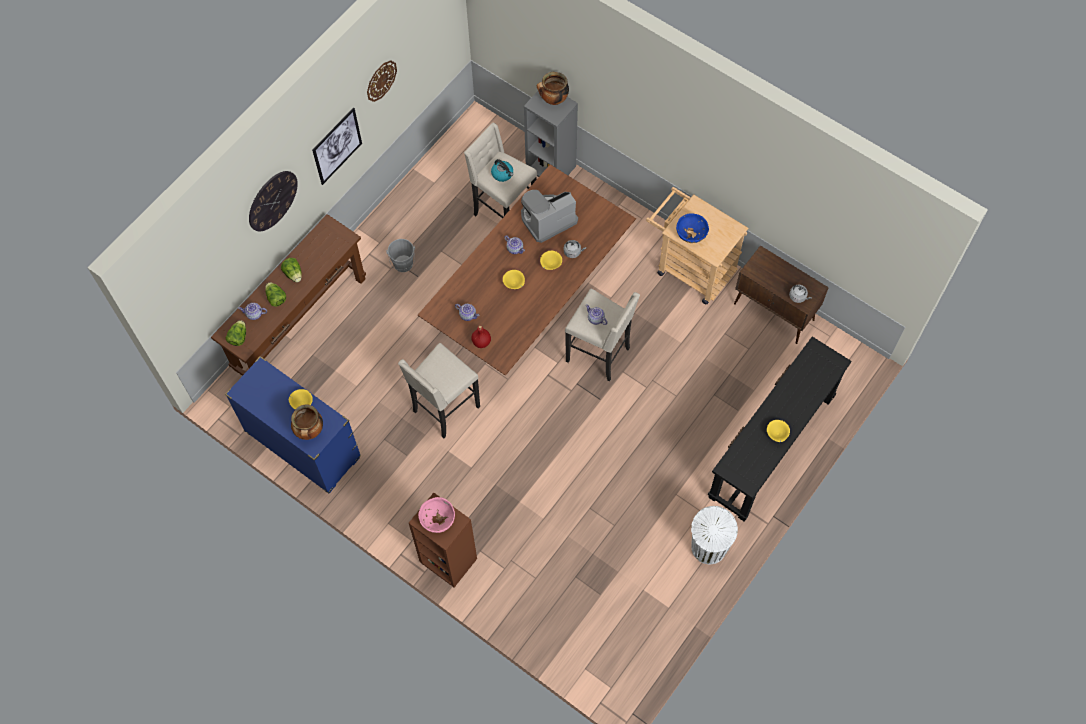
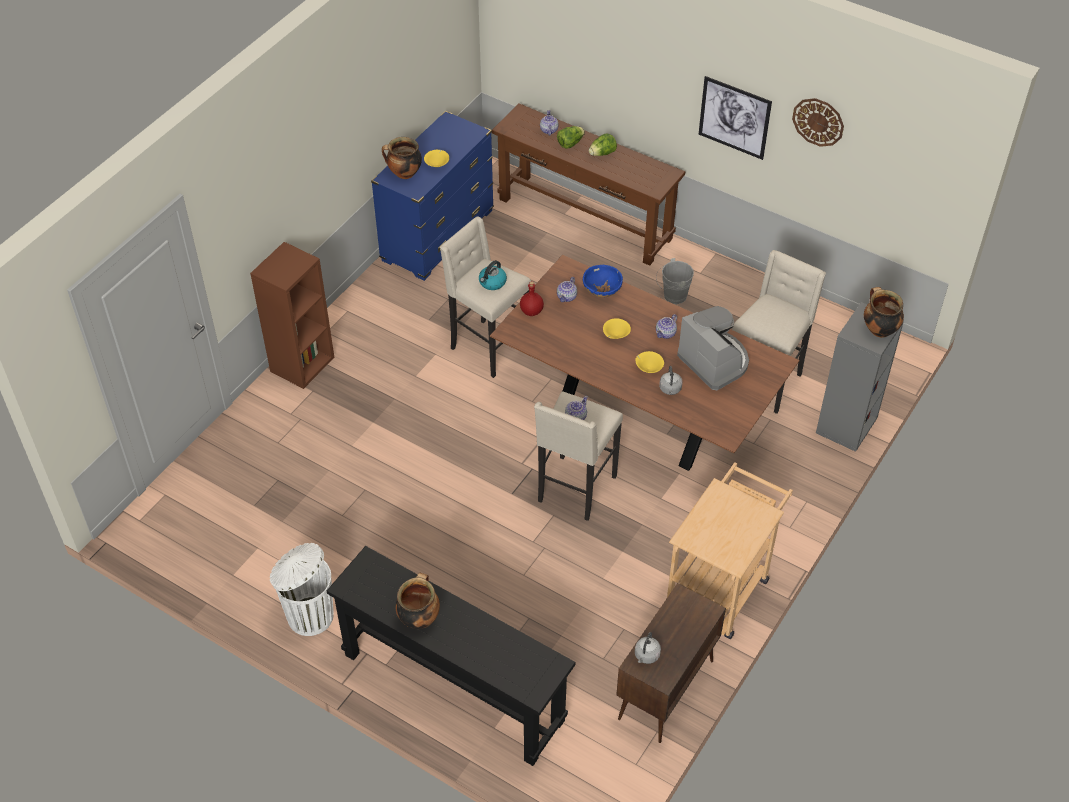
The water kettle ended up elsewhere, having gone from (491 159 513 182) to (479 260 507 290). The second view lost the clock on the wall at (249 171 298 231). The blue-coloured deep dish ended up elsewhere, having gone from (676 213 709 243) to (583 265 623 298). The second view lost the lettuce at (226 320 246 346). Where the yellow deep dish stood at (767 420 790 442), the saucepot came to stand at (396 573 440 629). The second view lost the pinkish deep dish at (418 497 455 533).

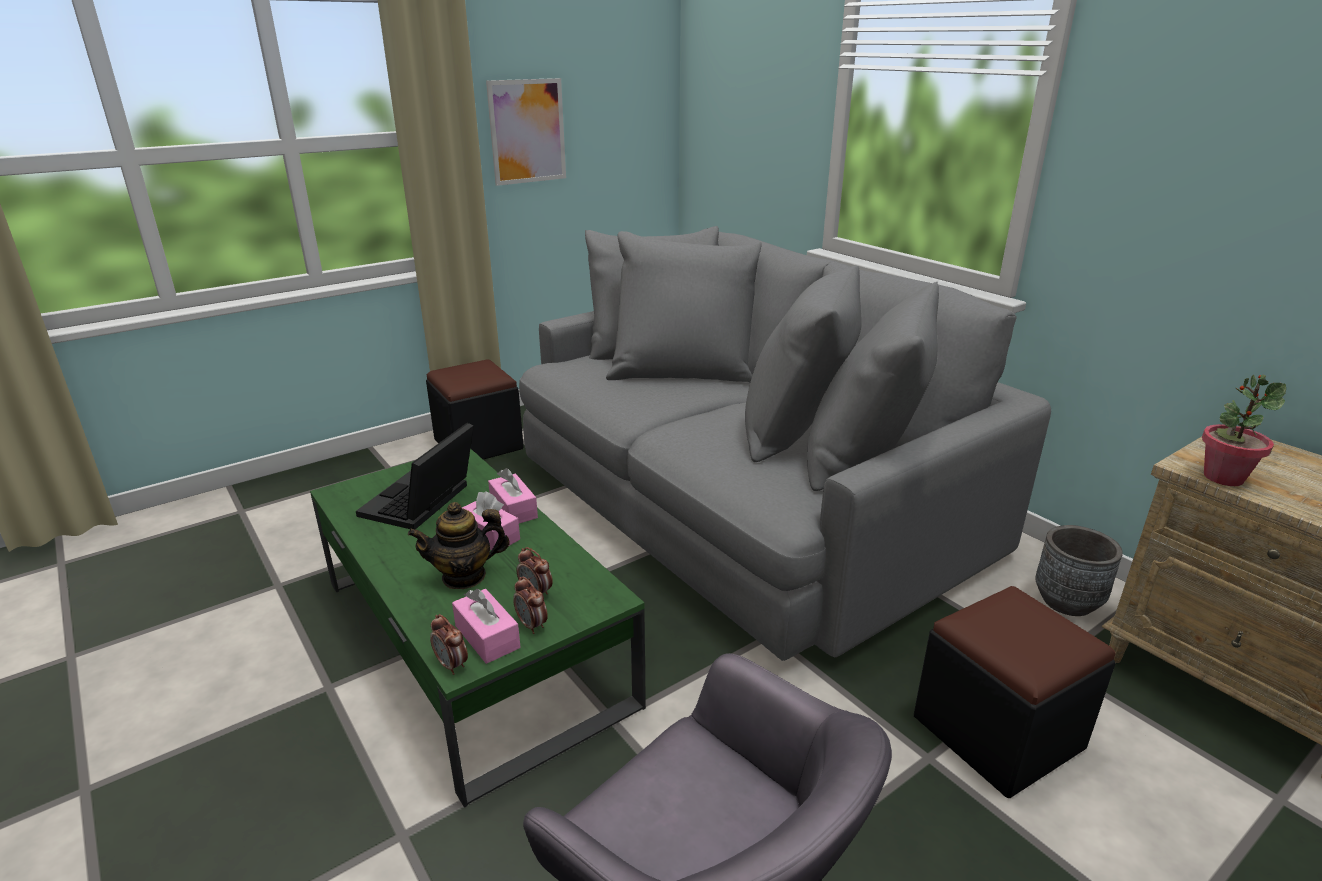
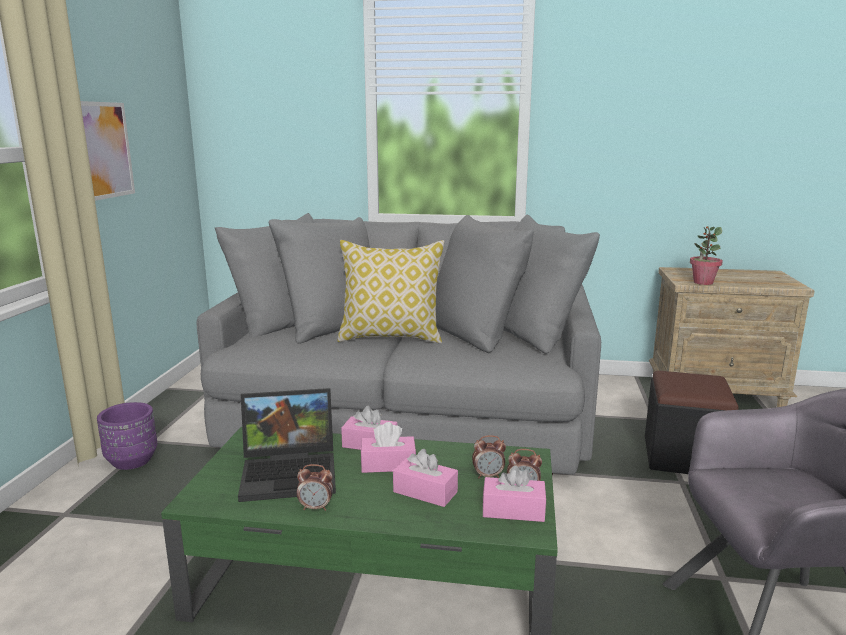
Where the blackish footrest stood at (426 360 524 460), the purple-coloured plant pot came to stand at (97 402 157 470). The laptop at (356 423 474 529) ended up facing another way, 75 degrees counterclockwise from before. Where the tea pot stood at (408 502 510 589), the pinkish box of tissues came to stand at (393 449 458 507). The second view lost the greyish plant pot at (1035 525 1123 616). The table clock ended up elsewhere, having gone from (430 614 468 675) to (297 464 333 511). The second view gained the throw pillow at (338 240 444 343).

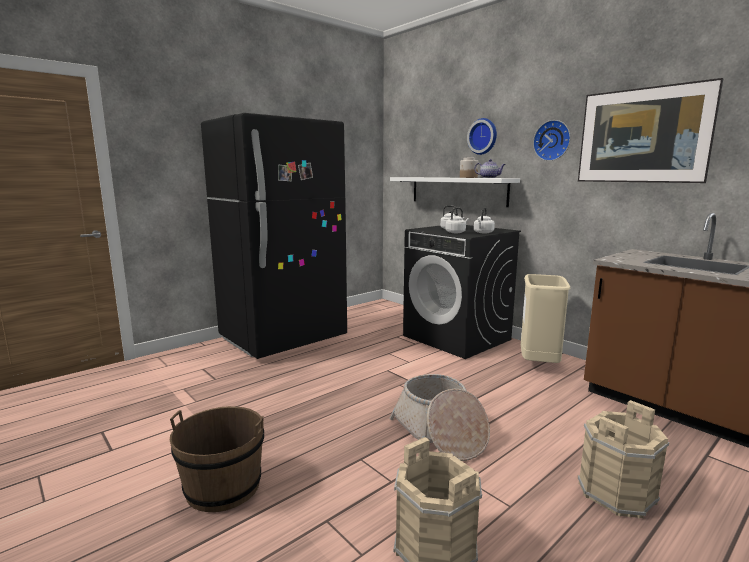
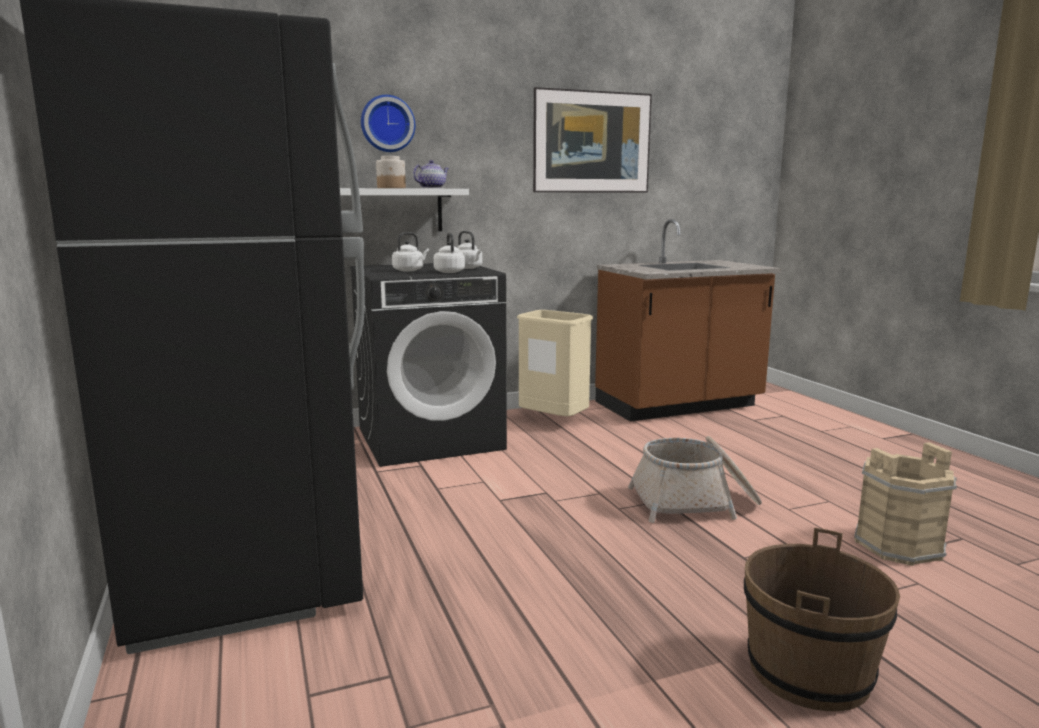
The second view lost the clock on the wall at (533 120 571 161). The second view lost the sand-coloured pail at (578 400 669 518).

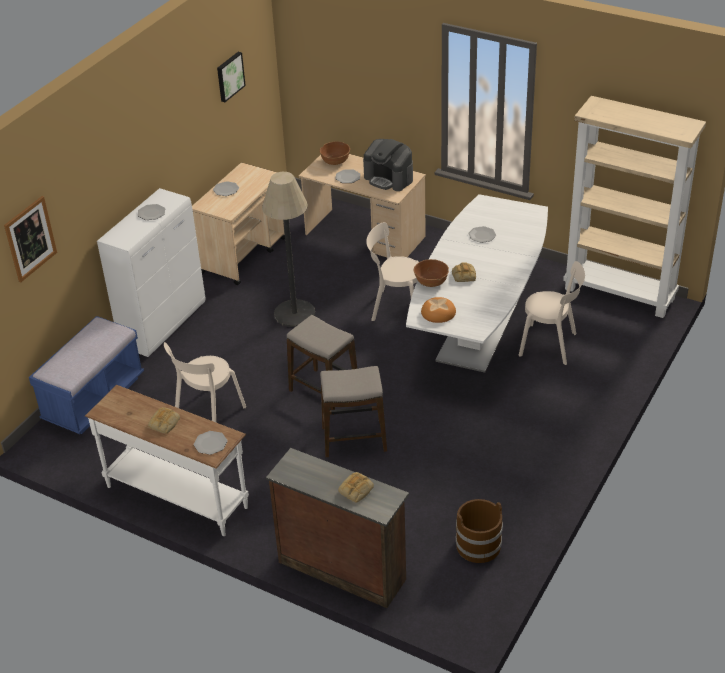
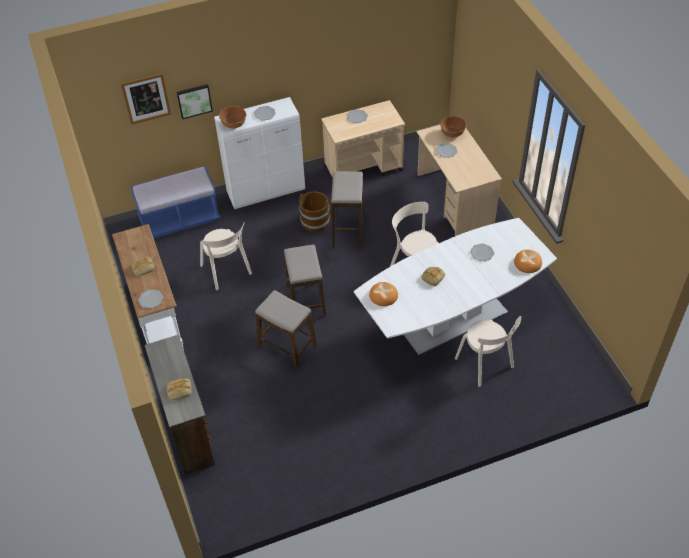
The picture ended up elsewhere, having gone from (217 52 246 102) to (176 84 213 119). The second view lost the sand-coloured bookshelf at (563 96 706 318). The second view lost the coffee maker at (363 139 413 191). Where the standard lamp stood at (262 172 315 327), the stool came to stand at (331 171 364 248). The brown deep dish ended up elsewhere, having gone from (414 259 449 287) to (219 106 246 129). The sand-coloured chair at (164 342 246 422) ended up facing another way, 105 degrees counterclockwise from before. The brown pail ended up elsewhere, having gone from (456 499 503 563) to (299 192 330 232). The second view gained the baked bread at (514 250 542 273).

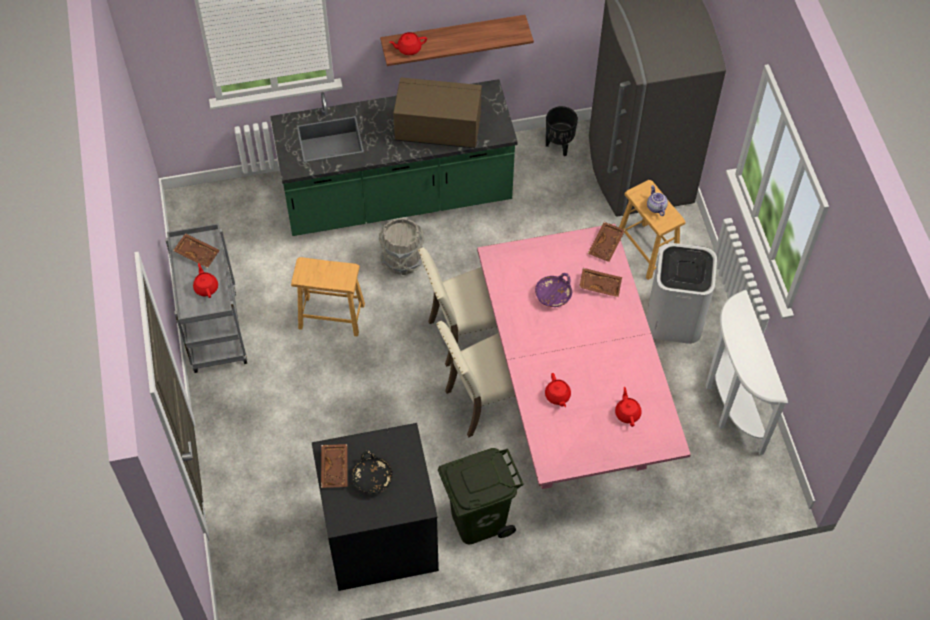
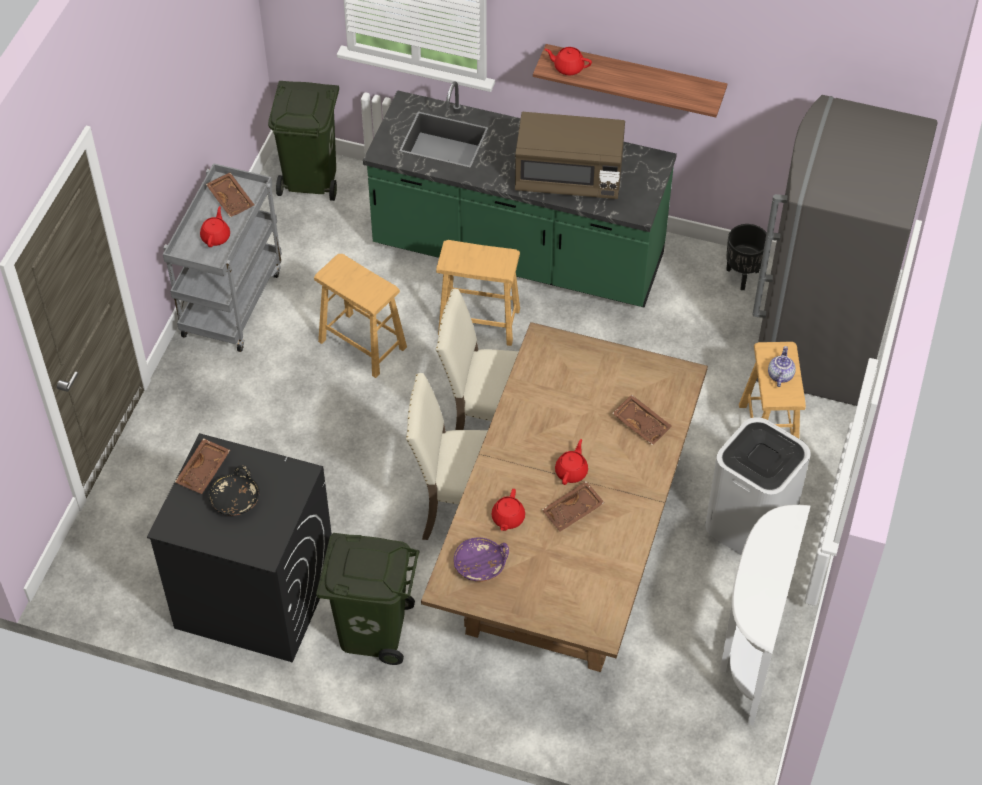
The brown microwave oven at (393 77 482 148) ended up facing another way, 150 degrees clockwise from before. Where the greyish pail stood at (379 218 425 275), the brown stool came to stand at (436 240 520 346). The brown carrying tray ended up elsewhere, having gone from (588 222 625 262) to (542 481 604 531). What was the pinkish dining table at (477 224 691 489) turned into the brown dining table at (421 322 708 672). The purple-coloured deep dish ended up elsewhere, having gone from (535 273 572 307) to (454 537 509 582). The red tea pot ended up elsewhere, having gone from (615 387 642 427) to (555 439 588 485). The second view gained the green-coloured rubbish bin at (268 81 339 201).

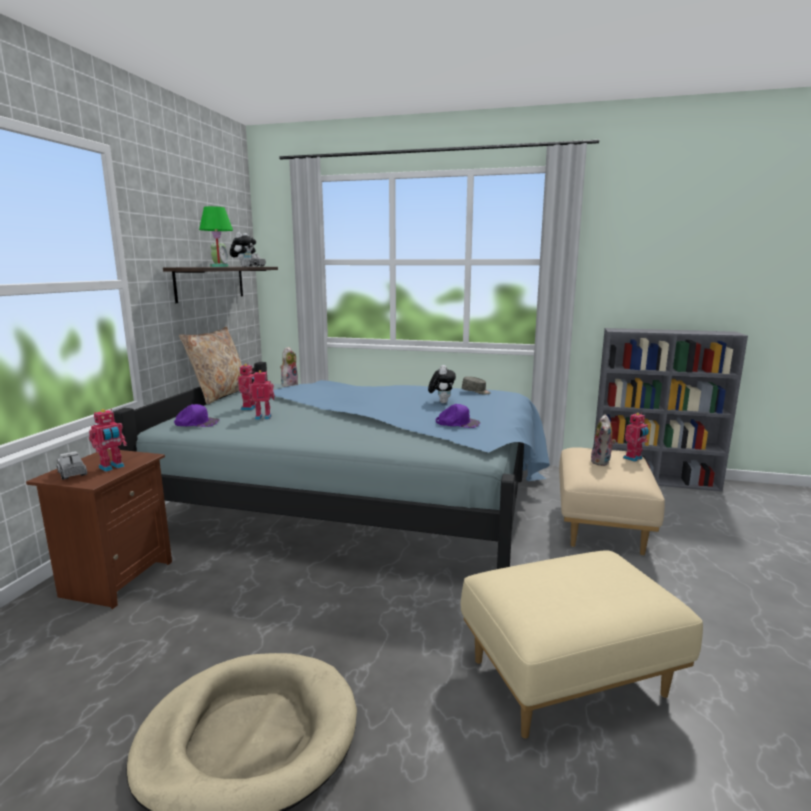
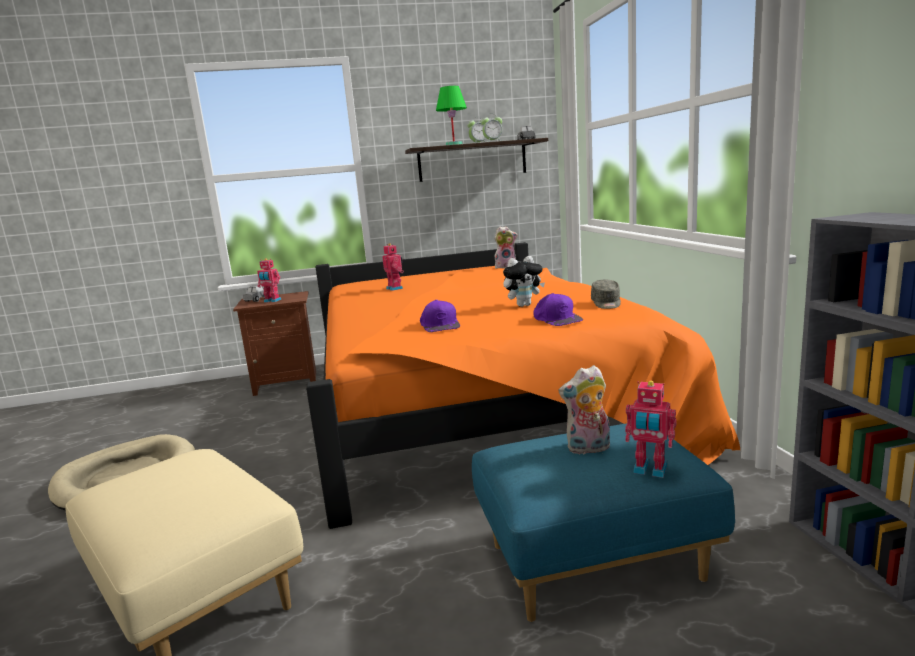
Where the cuddly toy stood at (230 232 256 267), the table clock came to stand at (481 117 502 142). The second view lost the sand-coloured throw pillow at (179 327 242 405). What was the blue-coloured bed at (113 362 550 569) turned into the orange-coloured bed at (306 242 740 529). The second view lost the model robot at (238 364 256 410). The purple-coloured cap ended up elsewhere, having gone from (174 404 219 427) to (533 293 583 326). What was the sand-coloured footrest at (559 447 665 556) turned into the blue-coloured footrest at (472 423 735 622).

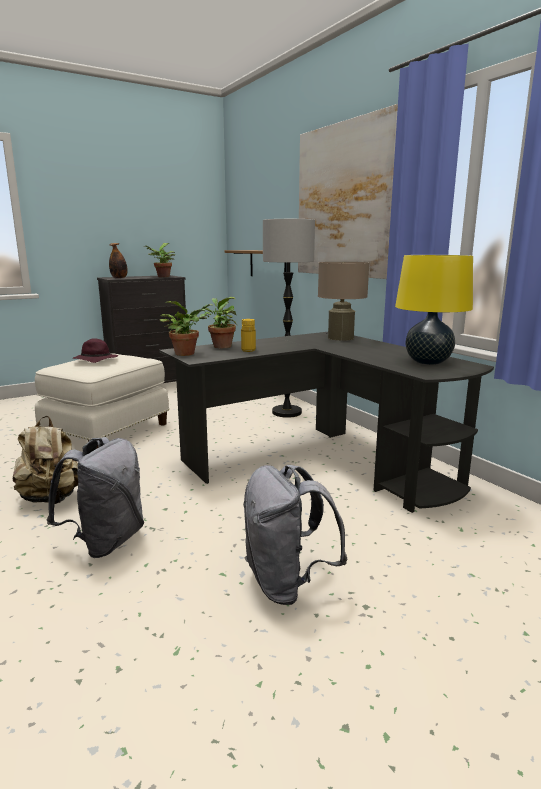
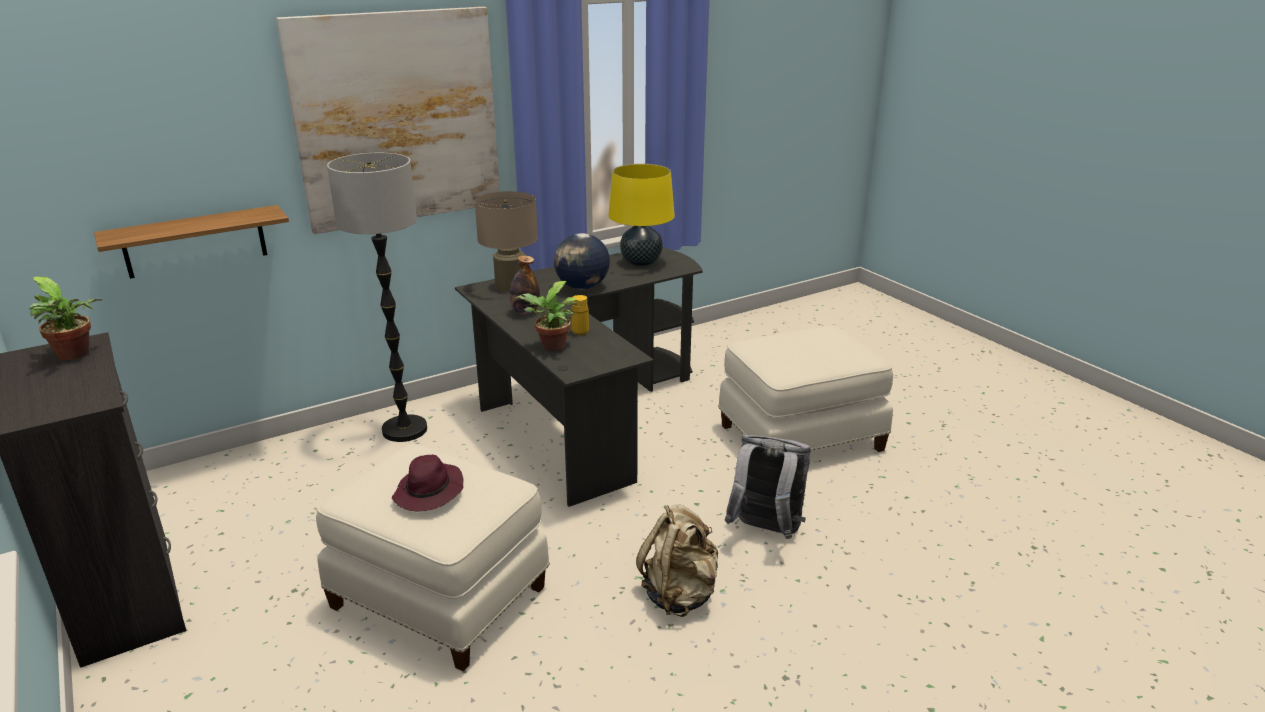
The bottle ended up elsewhere, having gone from (109 243 128 279) to (509 255 540 315). The second view lost the potted plant at (160 301 214 356). Where the greyish knapsack stood at (243 465 347 605), the whitish footrest came to stand at (718 326 893 452). The second view gained the world globe at (554 233 610 289).

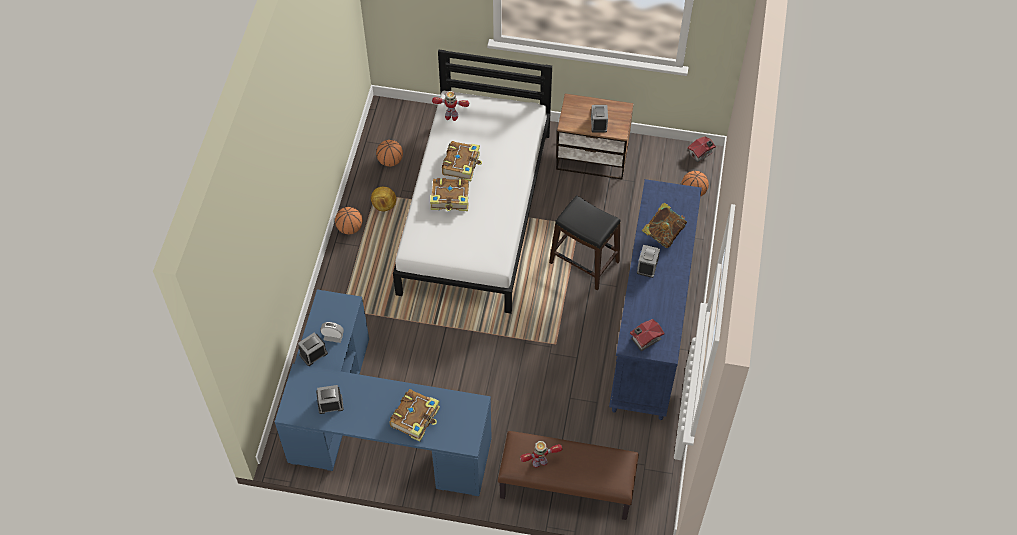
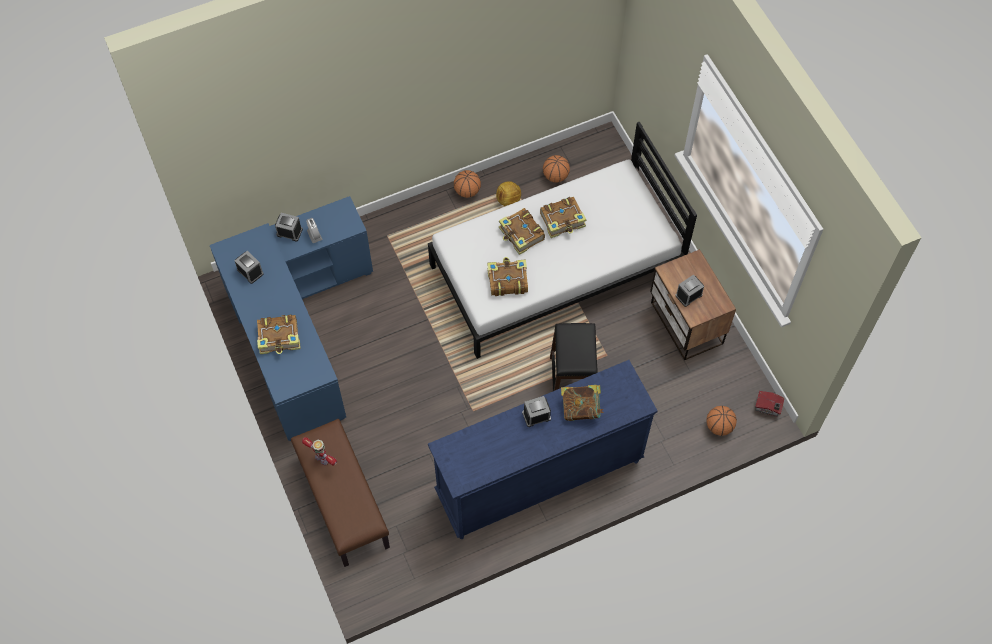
The second view lost the model robot at (432 91 469 121). The second view lost the model house at (630 319 665 351). The second view gained the volume at (487 257 528 296).

